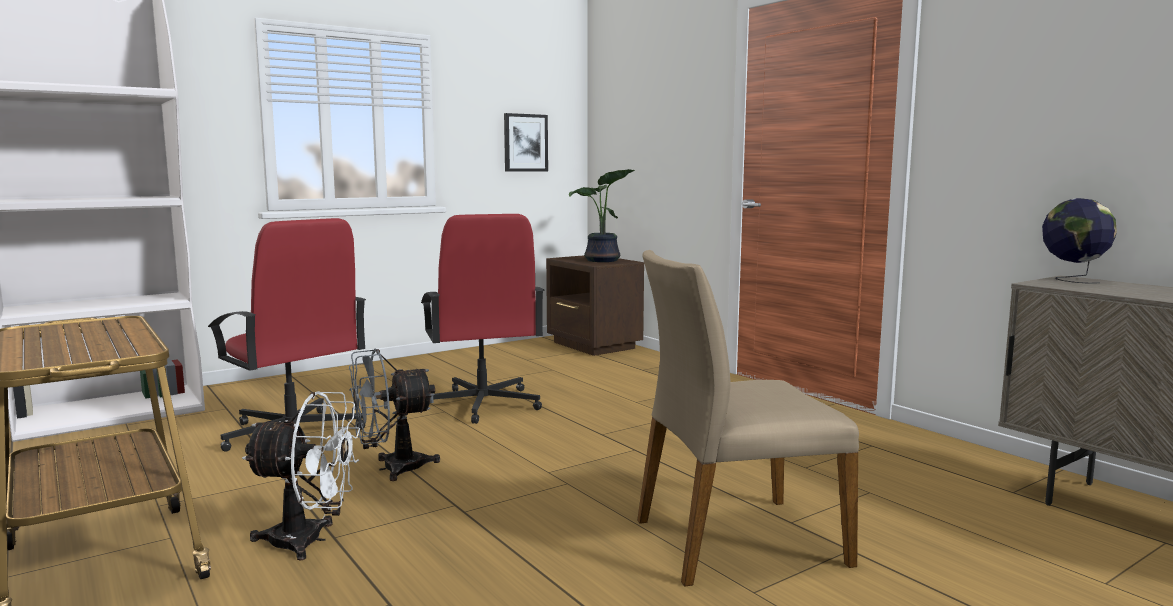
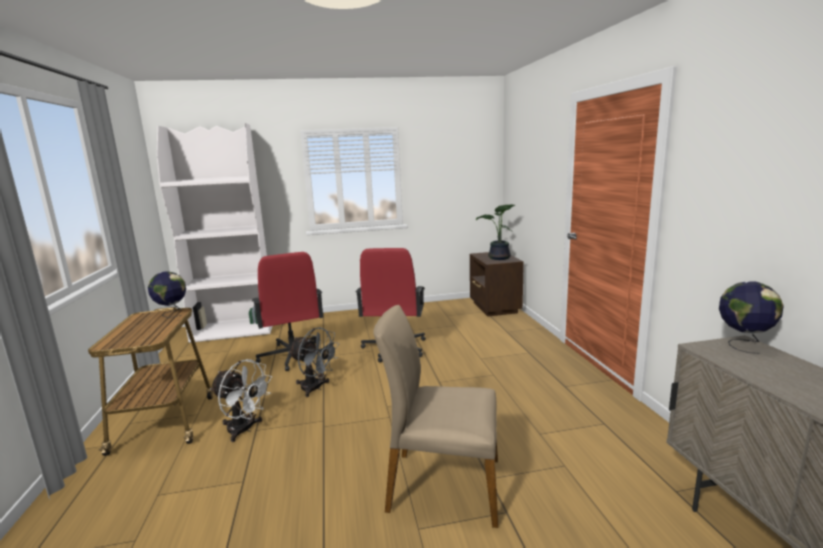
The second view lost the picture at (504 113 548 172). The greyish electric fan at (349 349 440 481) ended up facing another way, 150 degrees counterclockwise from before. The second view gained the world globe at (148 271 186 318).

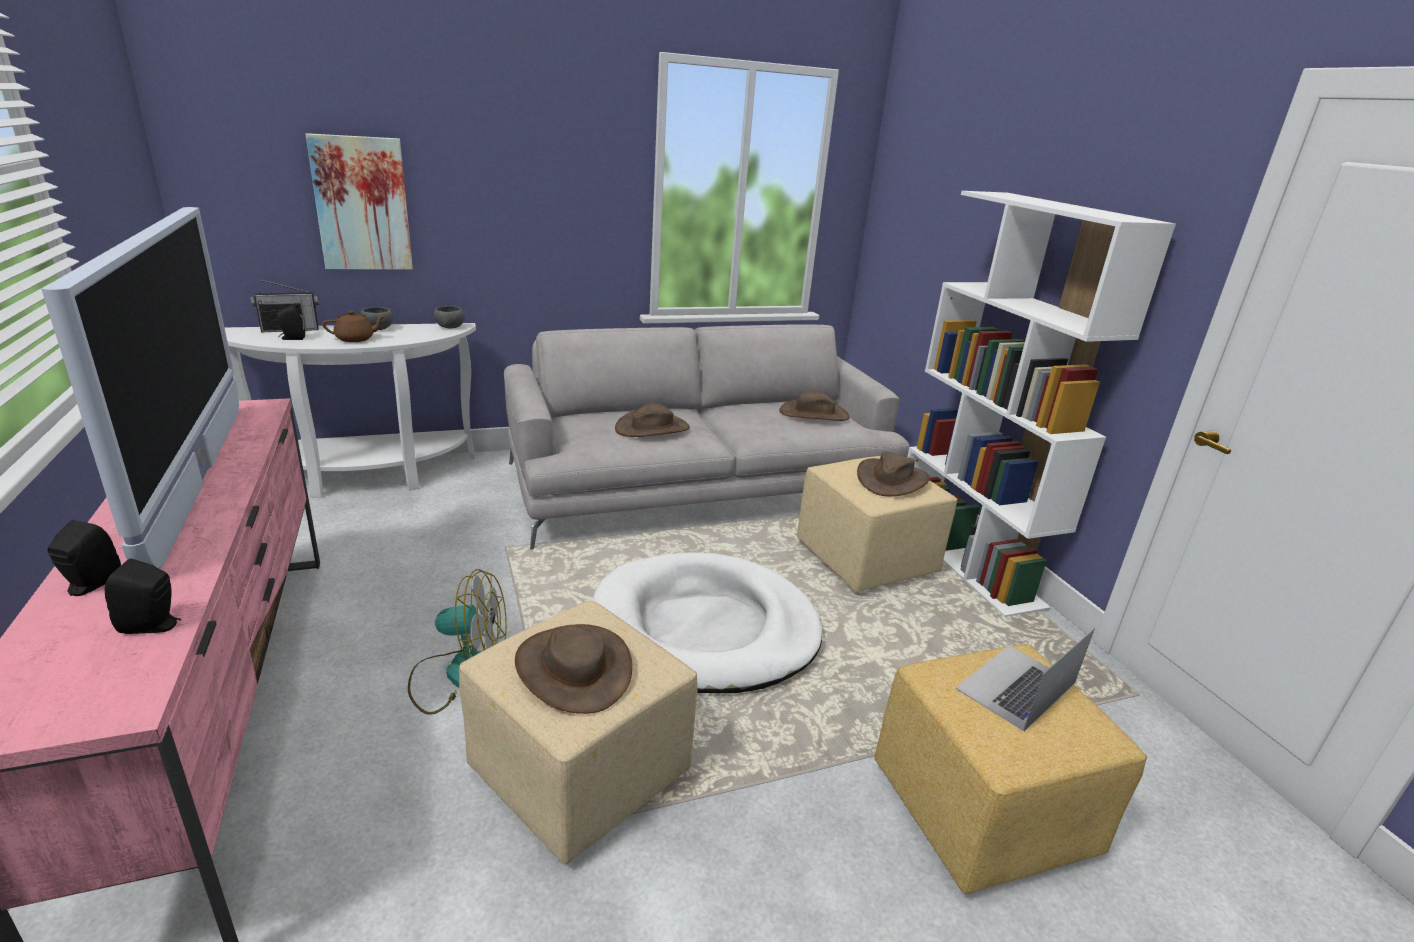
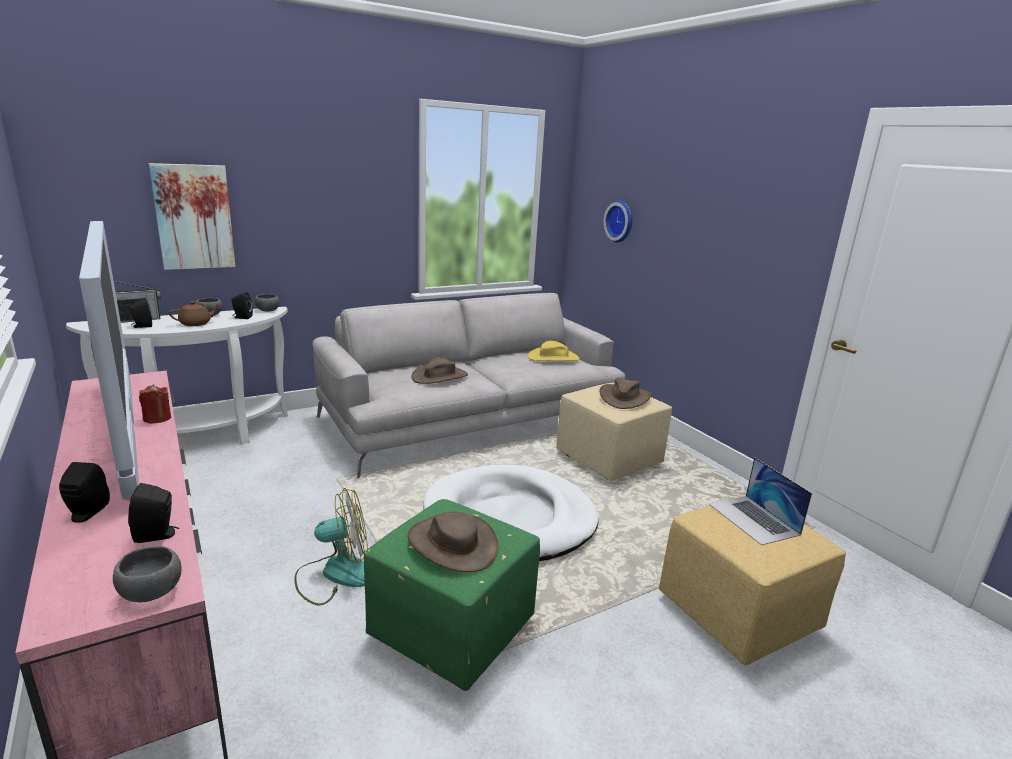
The second view lost the whitish bookshelf at (907 191 1176 617). What was the brown wearable hat at (779 390 850 421) turned into the yellow wearable hat at (528 341 580 361). What was the sand-coloured footrest at (459 601 698 864) turned into the green-coloured footrest at (364 499 540 691). The laptop at (955 629 1094 731) ended up facing another way, 60 degrees counterclockwise from before. The second view gained the clock on the wall at (603 200 632 242). The second view gained the blackish speaker at (231 292 253 319). The second view gained the red wax candle at (139 384 171 424). The second view gained the greyish deep dish at (113 546 182 602).

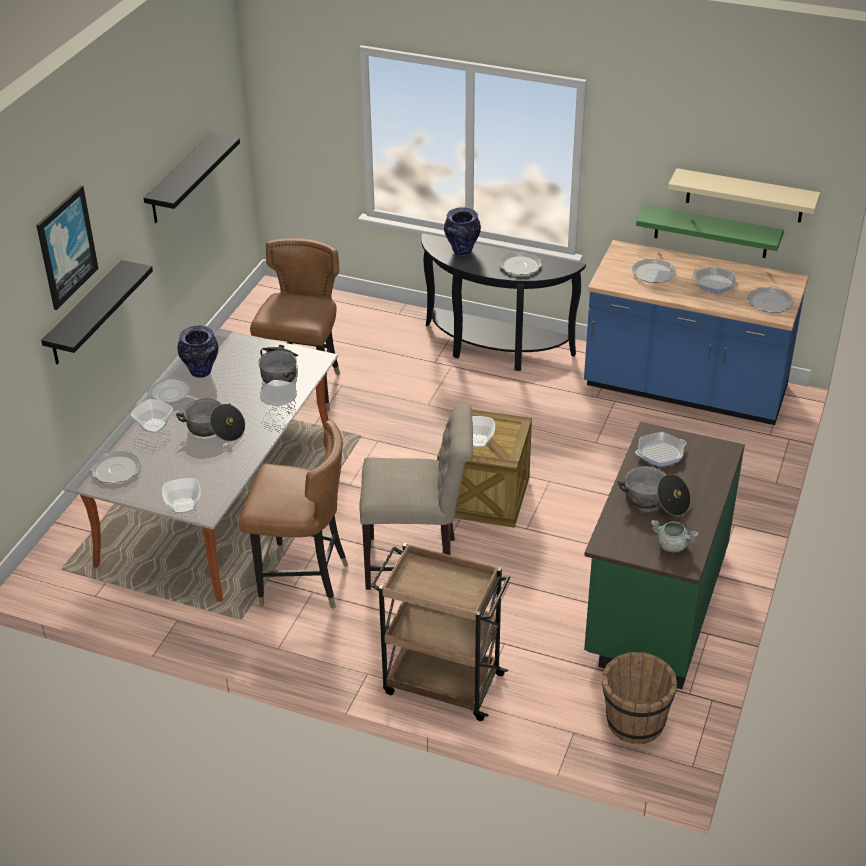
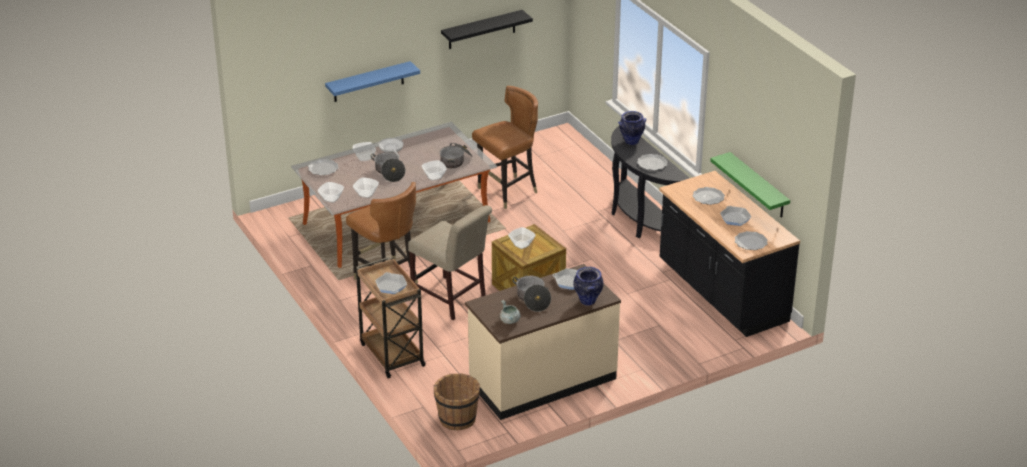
The second view lost the sand-coloured bracket shelf at (668 168 820 223). The second view lost the picture at (36 186 99 310). What was the blue-coloured kitchen base unit at (584 240 809 425) turned into the blackish kitchen base unit at (659 171 800 337). What was the blackish bracket shelf at (41 260 153 364) turned into the blue-coloured bracket shelf at (325 61 420 102). The flower vase ended up elsewhere, having gone from (178 325 218 378) to (573 267 603 306). What was the green-coloured kitchen base unit at (584 422 745 689) turned into the sand-coloured kitchen base unit at (465 264 621 420). The second view gained the deep dish at (353 177 379 198). The second view gained the pan at (375 272 407 294).

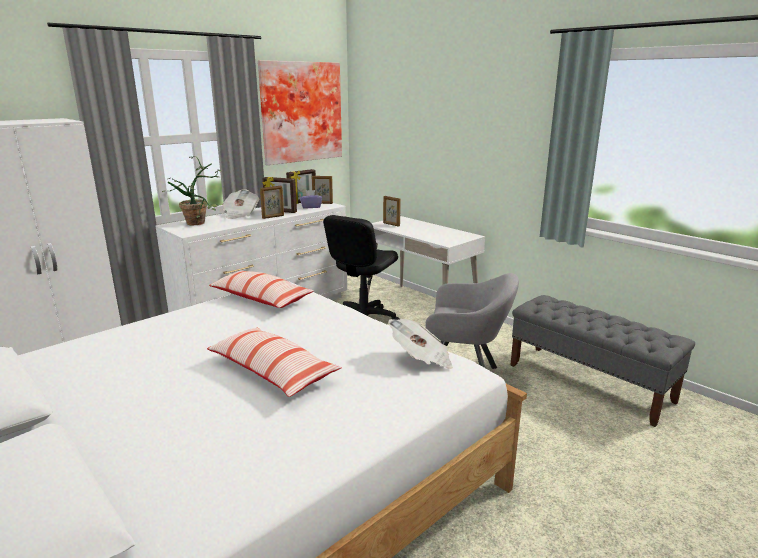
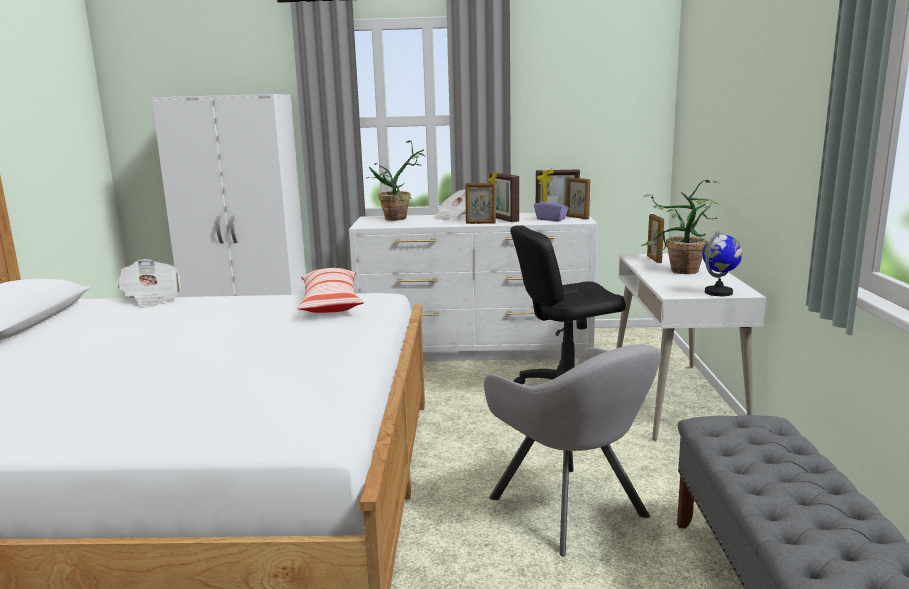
The second view lost the picture at (258 60 342 165). The printed paper ended up elsewhere, having gone from (388 319 453 369) to (117 259 181 307). The second view lost the throw pillow at (207 327 342 397). The second view gained the potted plant at (641 180 721 274). The second view gained the world globe at (702 231 743 296).

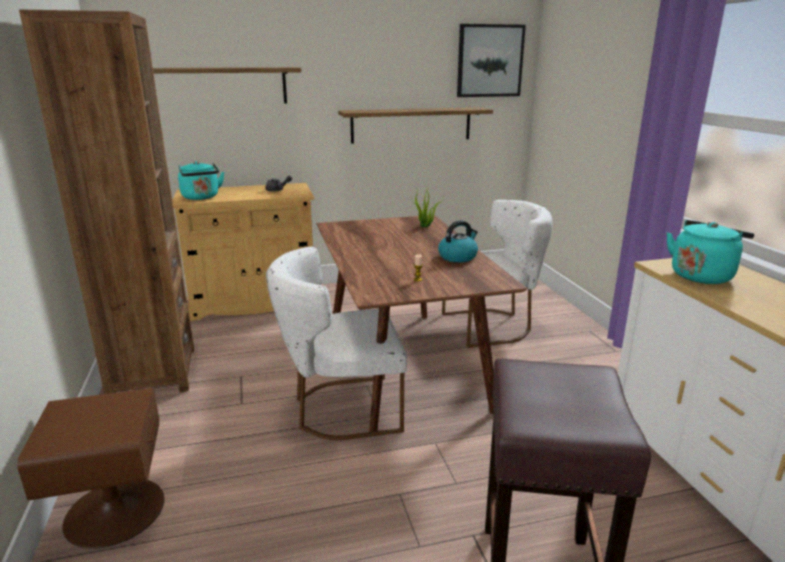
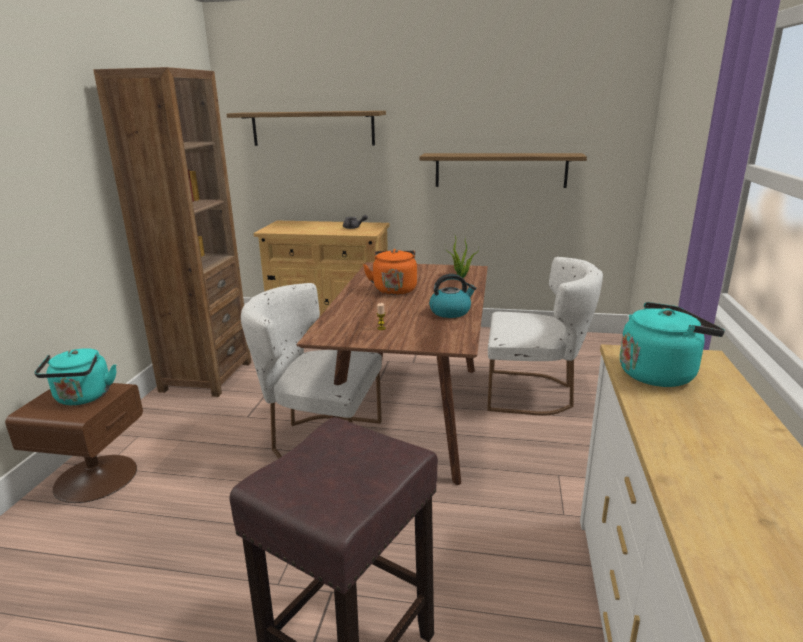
The second view lost the picture at (457 24 526 97). The turquoise water kettle ended up elsewhere, having gone from (178 161 225 200) to (34 348 116 405). The second view gained the orange-coloured water kettle at (363 249 417 295).

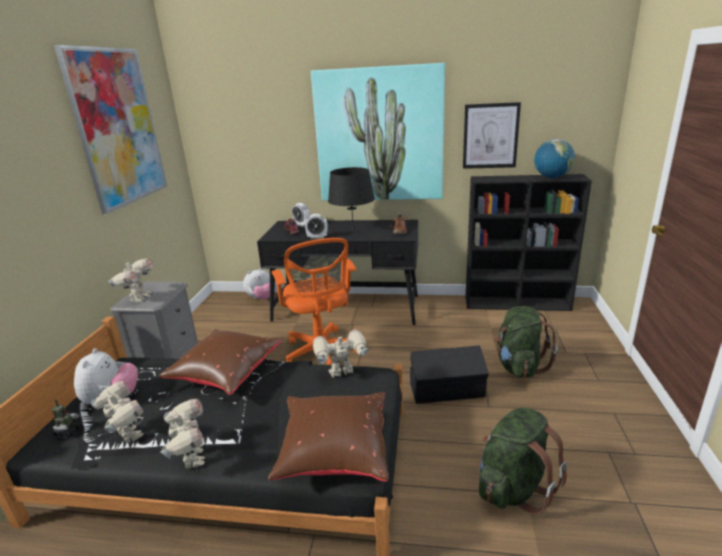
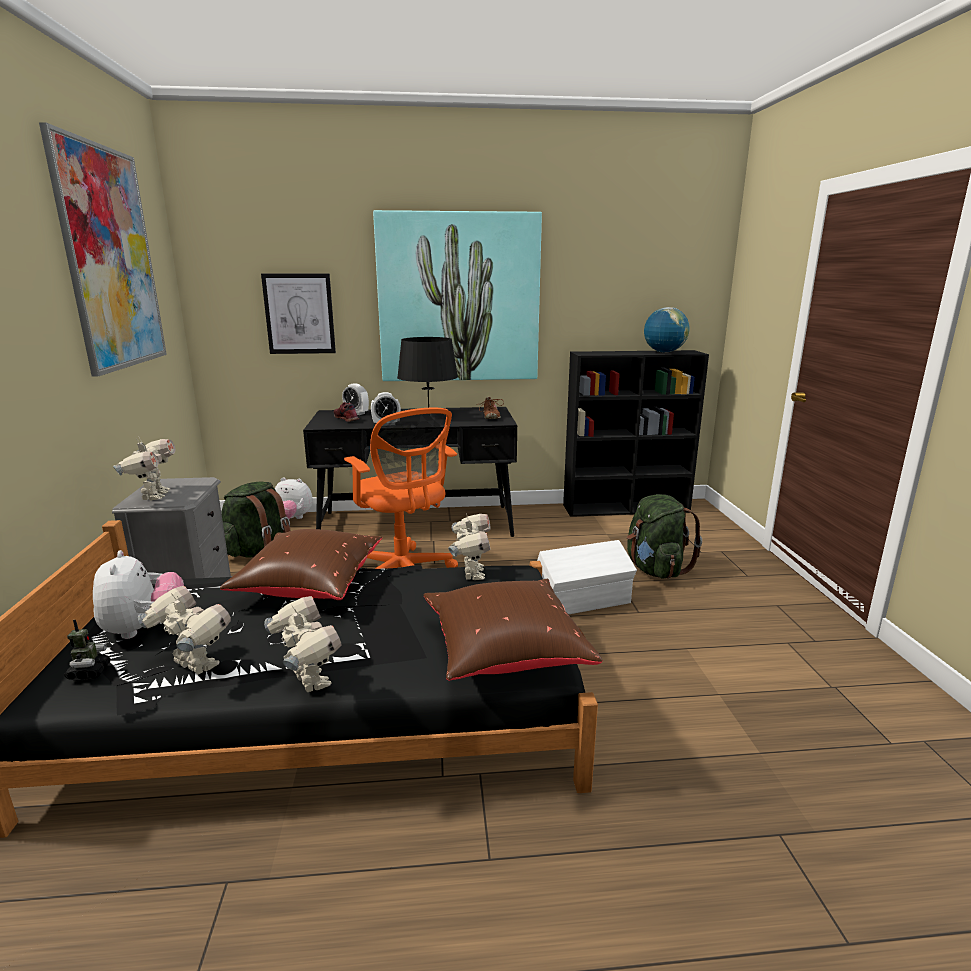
The picture ended up elsewhere, having gone from (463 102 521 169) to (261 274 336 354). The cuddly toy at (243 268 270 300) ended up facing another way, 60 degrees clockwise from before. The model robot at (313 329 369 378) ended up facing another way, 120 degrees clockwise from before. What was the blackish storage bin at (410 345 489 404) turned into the whitish storage bin at (537 540 637 614). The green-coloured knapsack ended up elsewhere, having gone from (479 407 567 515) to (222 482 291 558).

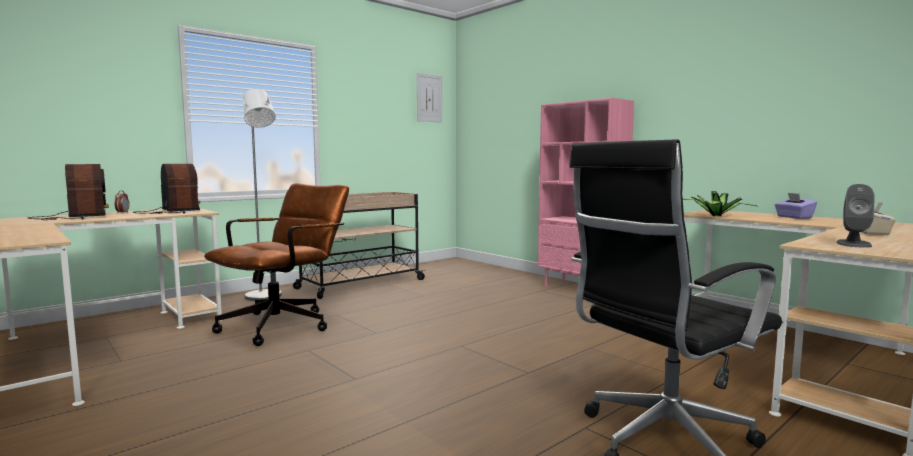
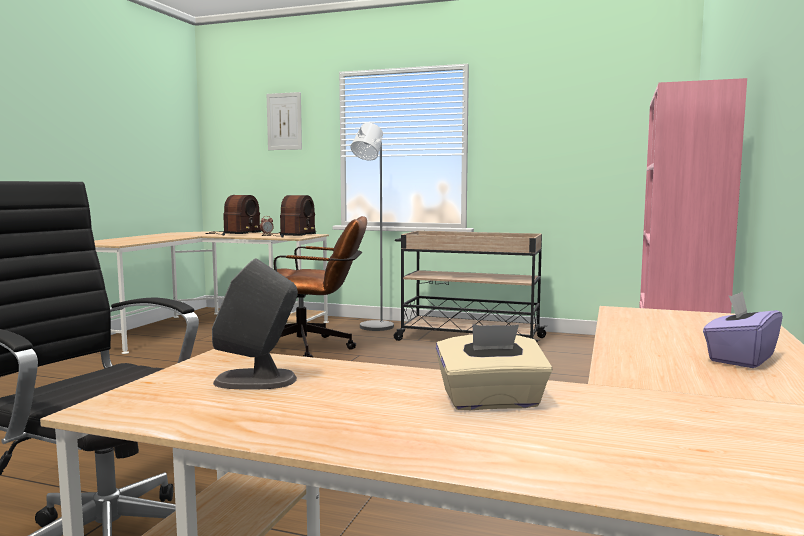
The picture ended up elsewhere, having gone from (417 73 442 123) to (267 92 302 150). The second view lost the potted plant at (683 191 756 216).

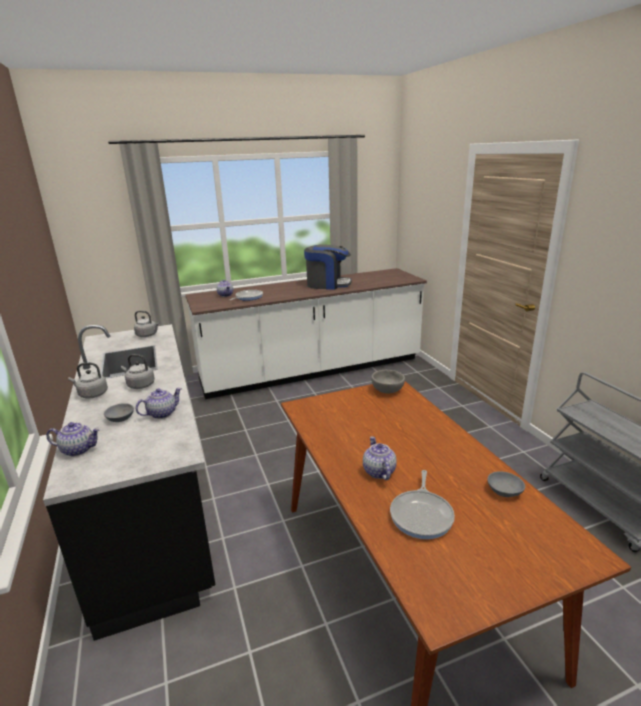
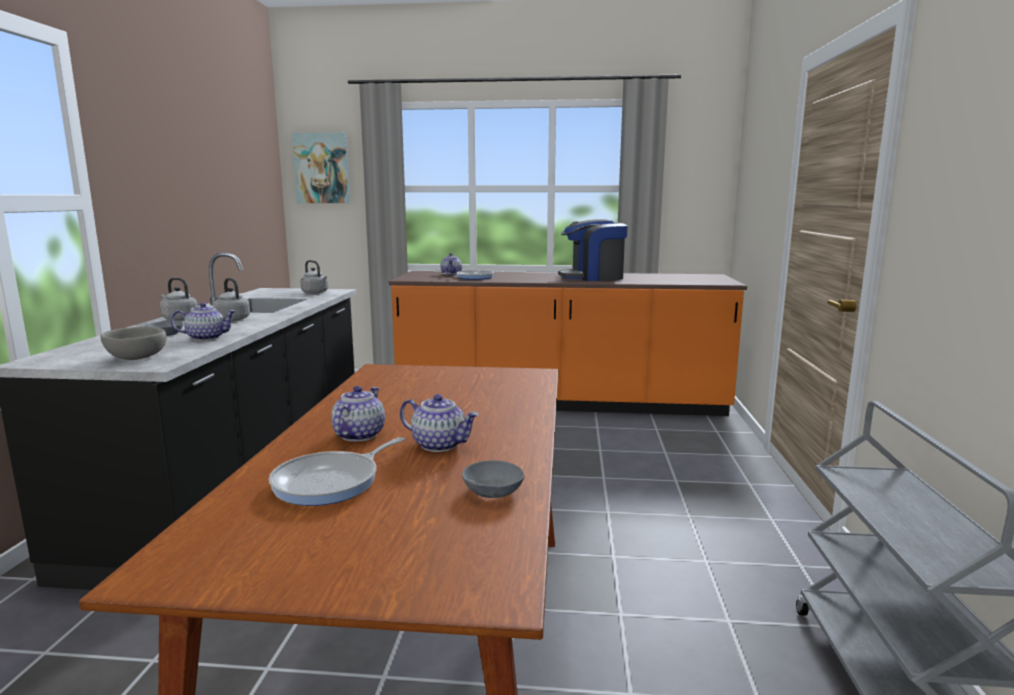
The coffee maker at (304 244 352 290) ended up facing another way, 135 degrees clockwise from before. What was the whitish kitchen base unit at (185 268 427 399) turned into the orange-coloured kitchen base unit at (389 271 747 416). The greyish deep dish ended up elsewhere, having gone from (371 370 405 393) to (100 327 167 360). The tea pot ended up elsewhere, having gone from (46 422 100 456) to (400 394 479 452). The second view gained the picture at (292 132 351 203).

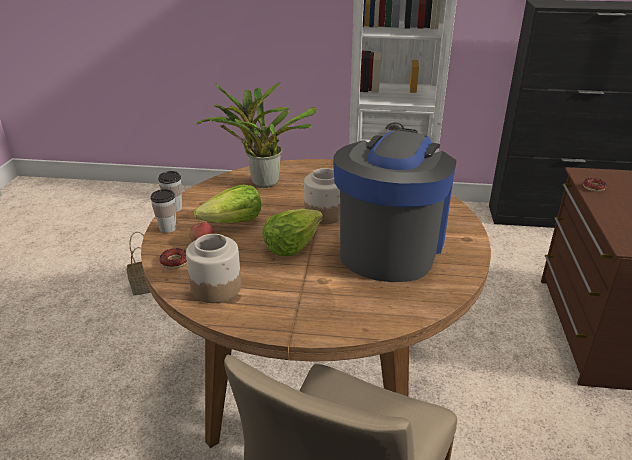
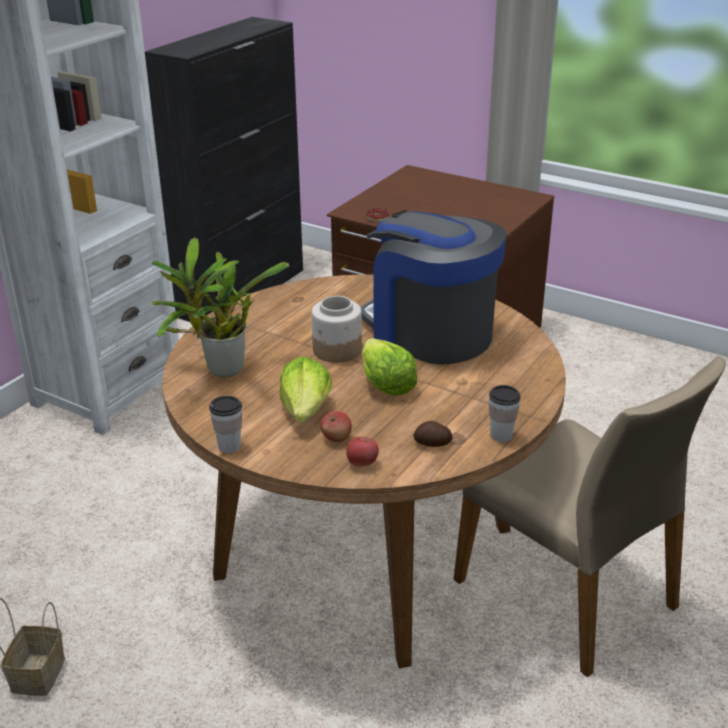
The small cup ended up elsewhere, having gone from (150 189 176 233) to (489 385 521 442). Where the storage jar stood at (186 234 241 303), the spud came to stand at (413 421 452 447). Where the ring doughnut stood at (160 248 187 269), the apple came to stand at (346 437 379 467).

